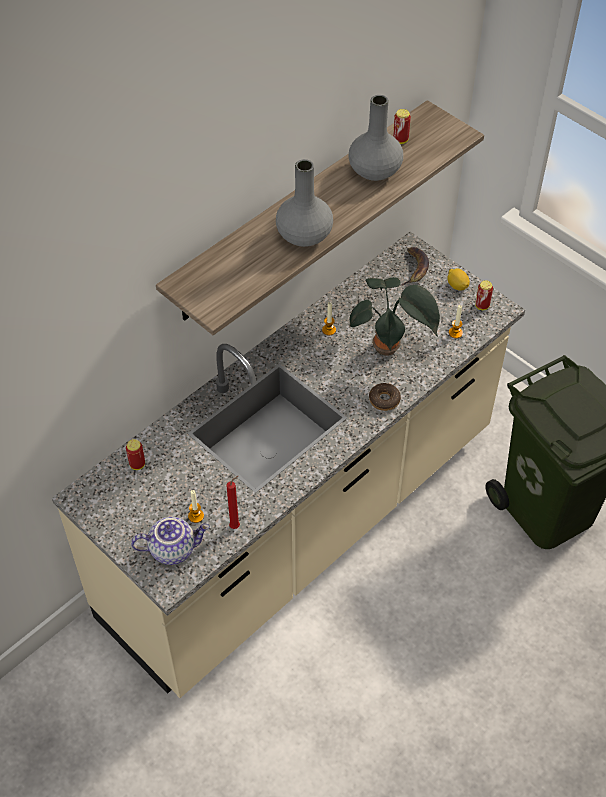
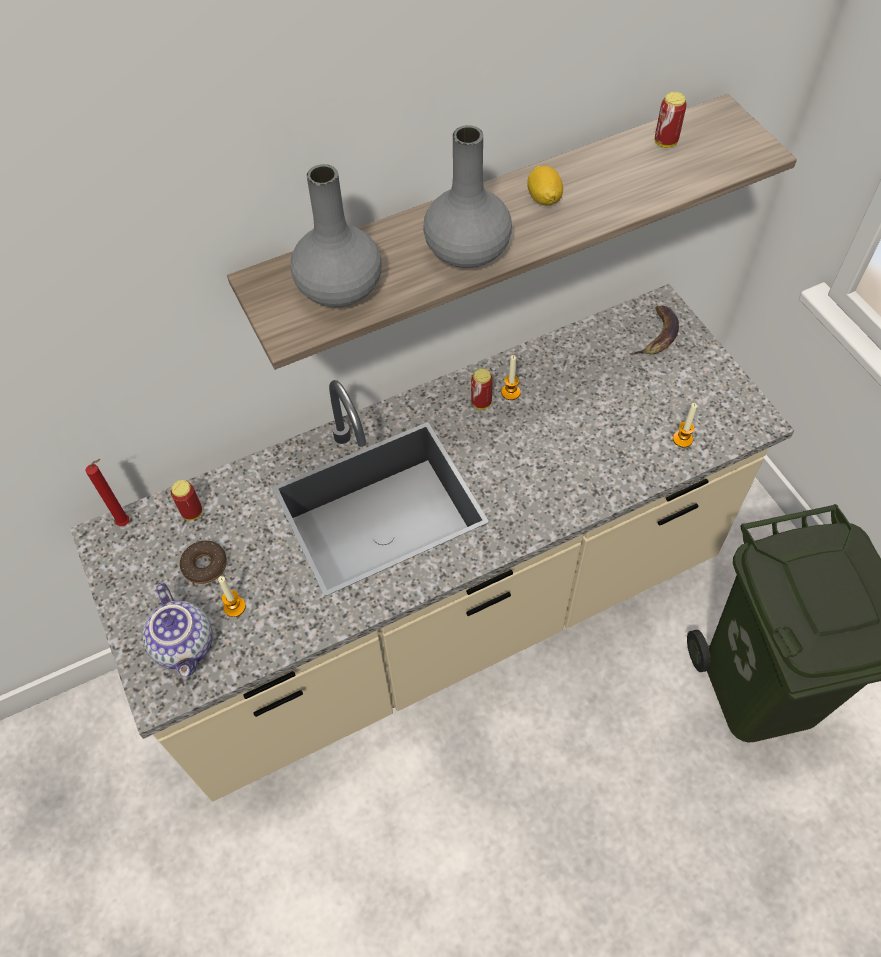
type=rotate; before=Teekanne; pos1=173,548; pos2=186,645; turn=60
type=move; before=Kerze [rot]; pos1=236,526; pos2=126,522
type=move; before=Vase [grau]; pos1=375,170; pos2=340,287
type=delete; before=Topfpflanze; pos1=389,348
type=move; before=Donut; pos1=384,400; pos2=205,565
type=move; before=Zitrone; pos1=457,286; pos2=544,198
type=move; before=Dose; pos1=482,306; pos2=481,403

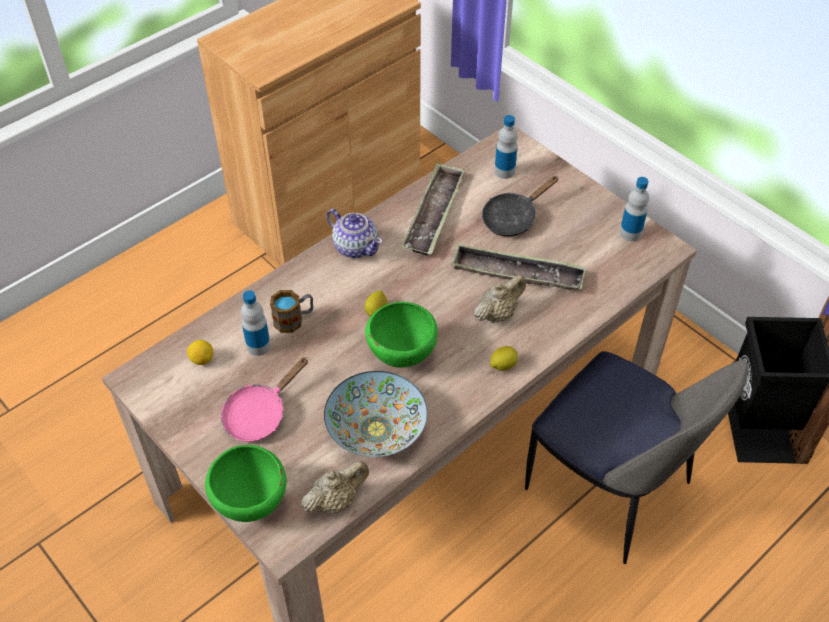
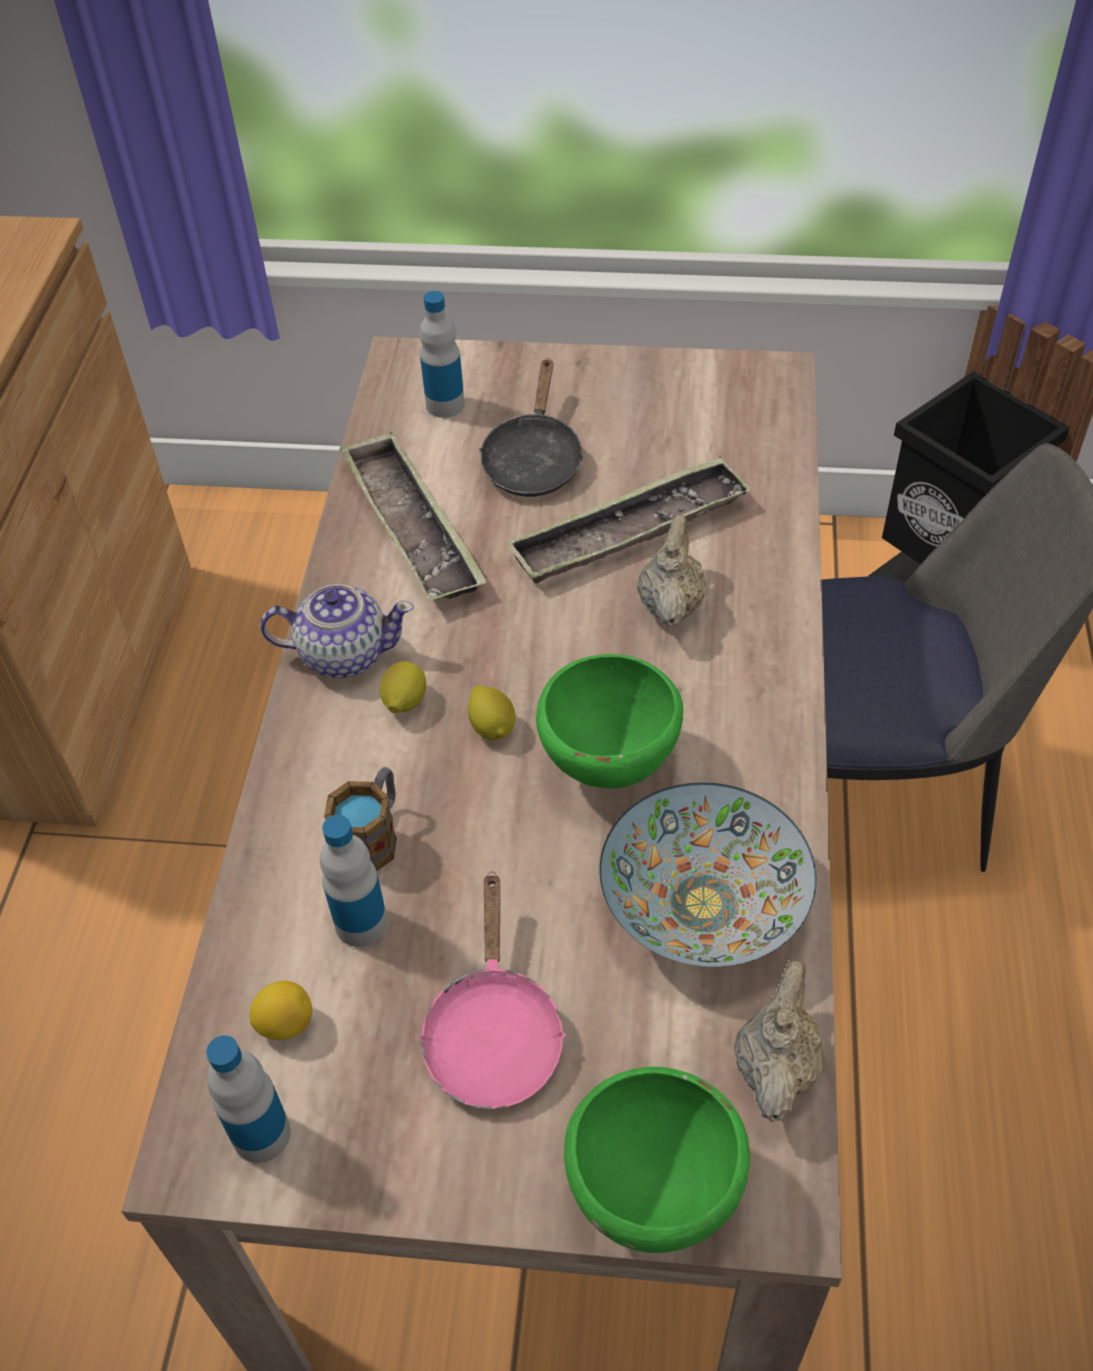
type=move; before=Zitrone; pos1=502,365; pos2=404,702
type=move; before=Flasche; pos1=630,233; pos2=261,1134

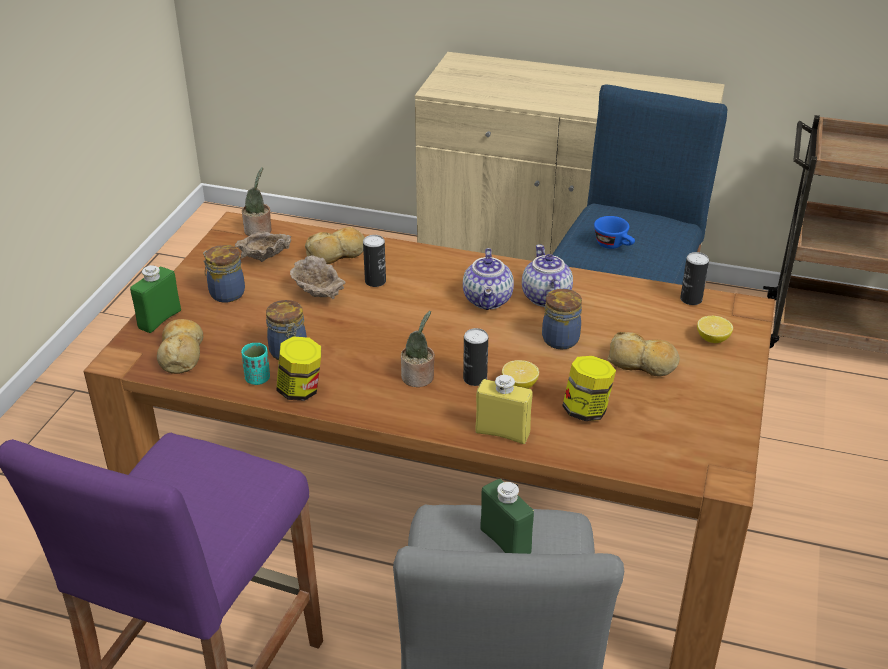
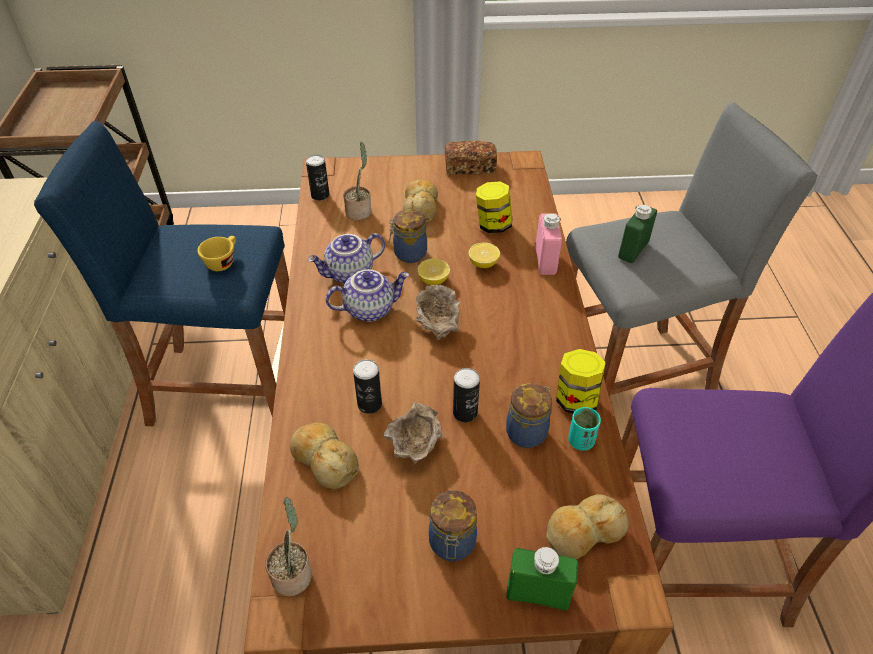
type=move; before=Schüssel [beige]; pos1=265,259; pos2=437,325
type=move; before=Topfpflanze; pos1=419,378; pos2=359,211
type=move; before=Dose; pos1=475,379; pos2=465,413
type=recolor; before=Flasche [gelb]; after=Flasche [rosa]; pos1=502,433; pos2=545,261
type=recolor; before=Tasse [blau]; after=Tasse [gelb]; pos1=614,245; pos2=223,261
type=move; before=Zitrone; pos1=712,339; pos2=433,280
type=insert; after=Brot; pos2=470,167

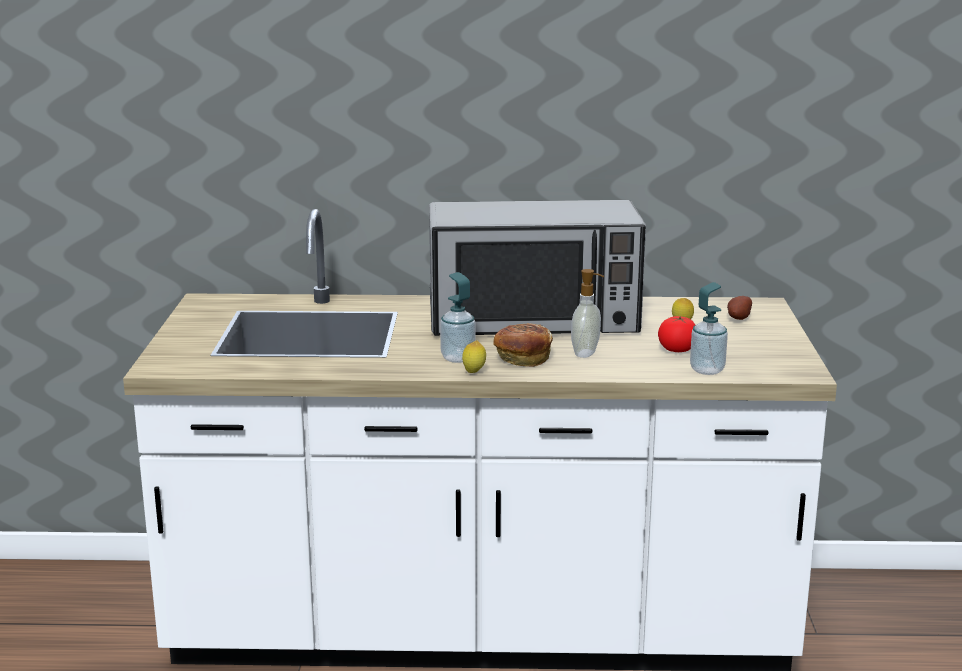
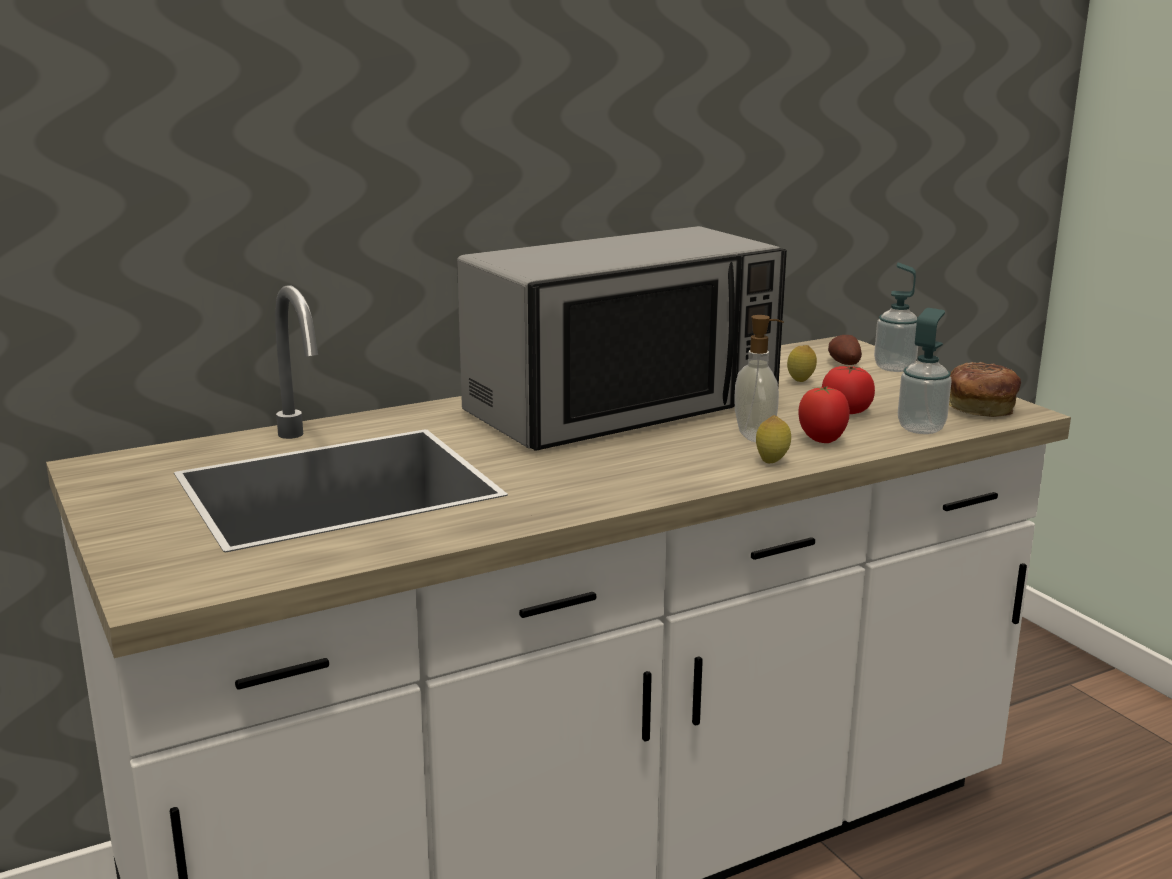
type=move; before=Seifenspender; pos1=458,358; pos2=894,367
type=move; before=Zitrone; pos1=474,372; pos2=772,462
type=move; before=Brot; pos1=522,358; pos2=979,408
type=insert; after=Tomate; pos2=822,441

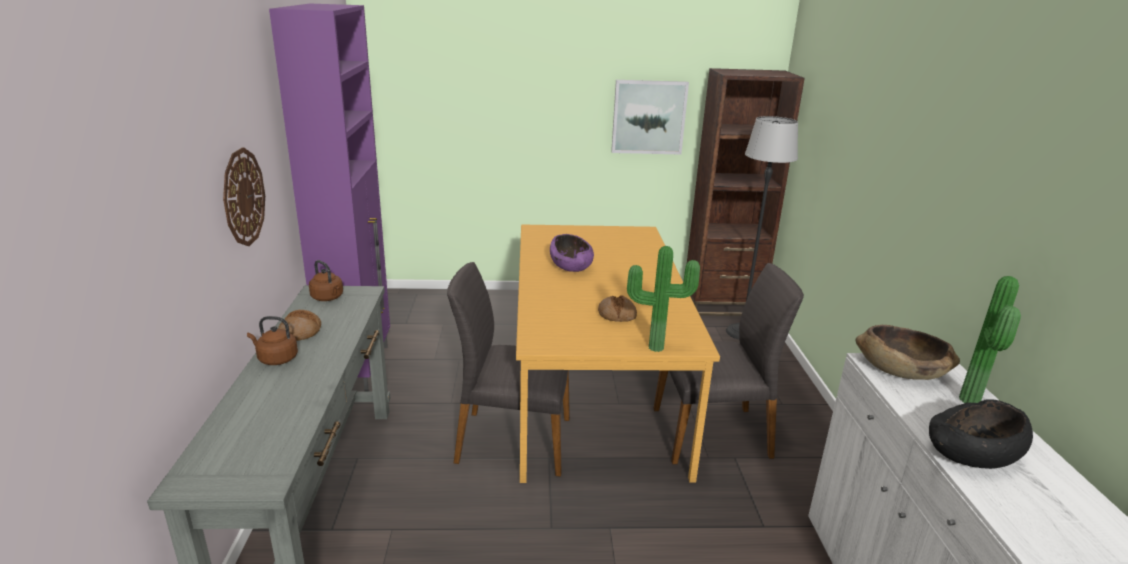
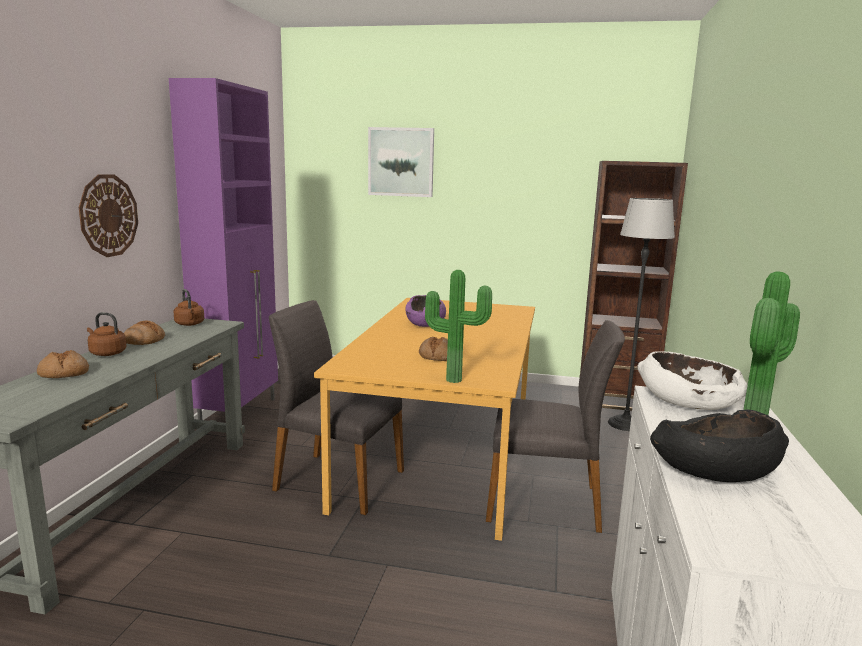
type=move; before=Bild; pos1=648,117; pos2=401,162
type=recolor; before=Schüssel [braun]; after=Schüssel [weiß]; pos1=901,369; pos2=688,402
type=insert; after=Brot; pos2=64,374

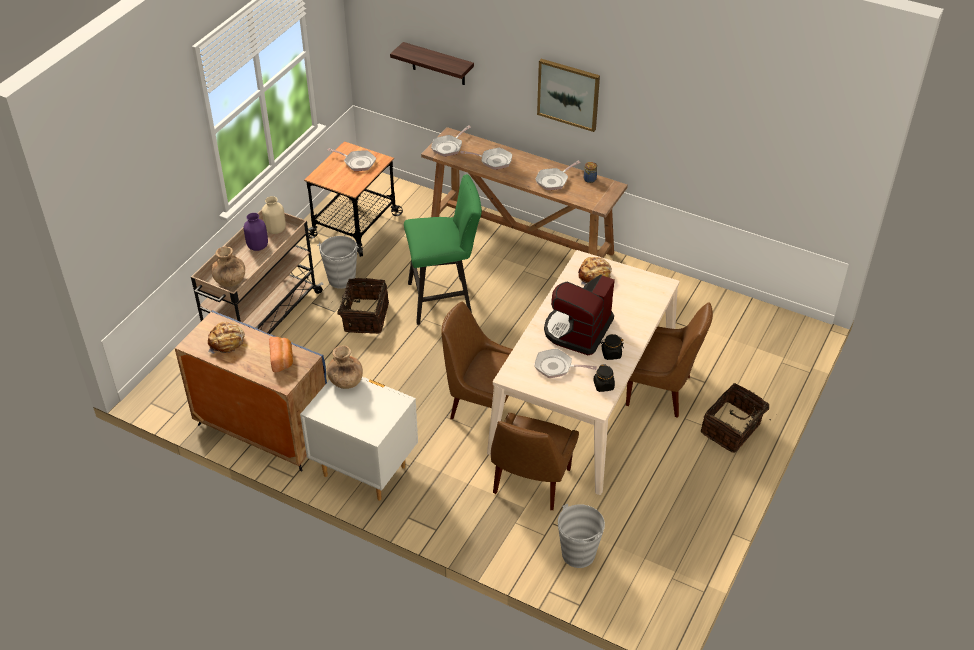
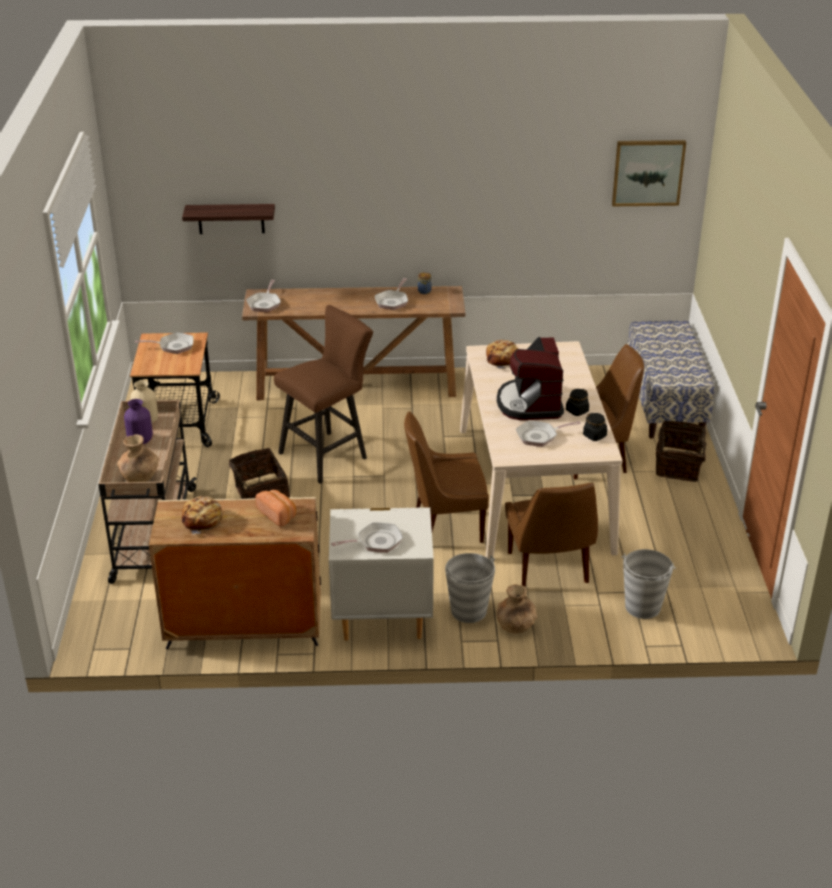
type=recolor; before=Schrank [blau]; after=Schrank [beige]; pos1=262,430; pos2=243,627
type=move; before=Eimer [grau]; pos1=341,279; pos2=468,611
type=move; before=Vase [braun]; pos1=345,381; pos2=515,626
type=recolor; before=Hocker [grün]; after=Hocker [braun]; pos1=445,299; pos2=328,454
type=move; before=Pfanne; pos1=493,161; pos2=376,542
type=move; before=Bild; pos1=568,94; pos2=648,172
type=insert; after=Bank; pos2=665,404

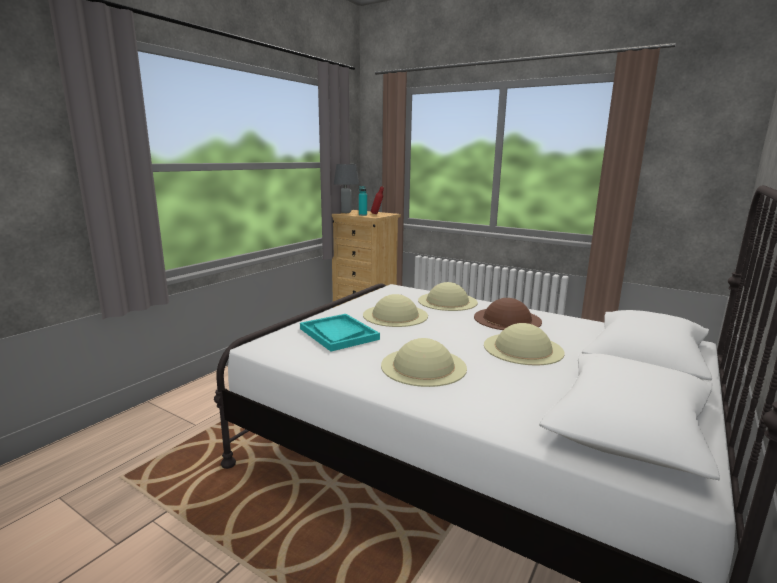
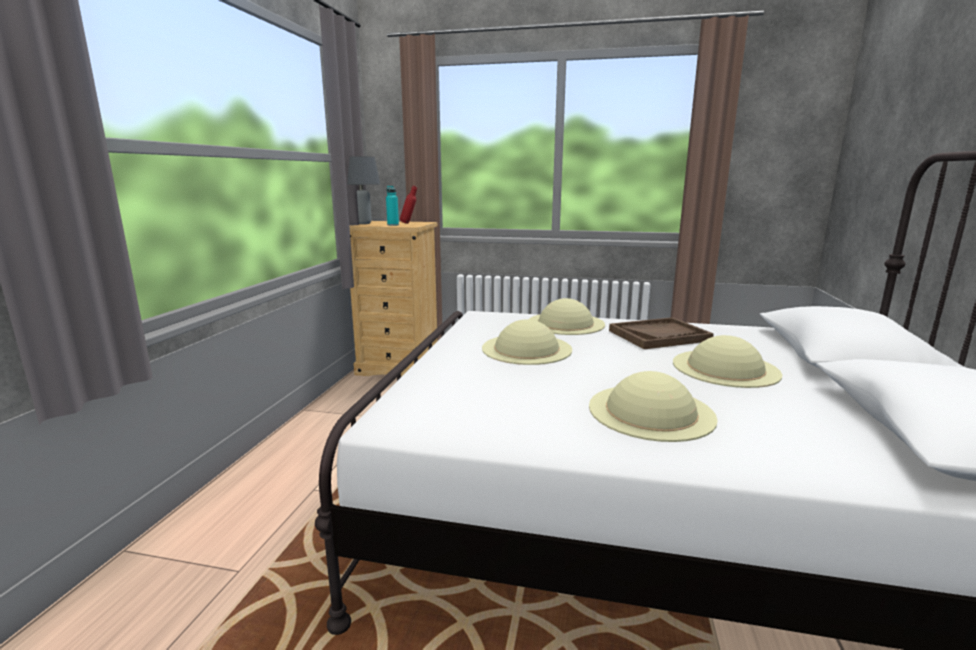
type=delete; before=Tablett [türkis]; pos1=338,334
type=replace; before=Hut [braun]; after=Tablett [braun]; pos1=507,319; pos2=659,335

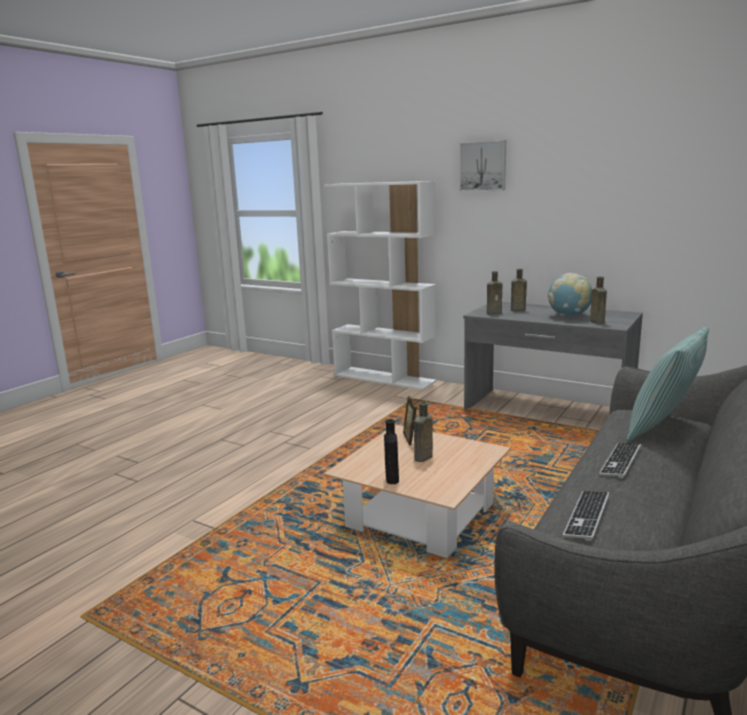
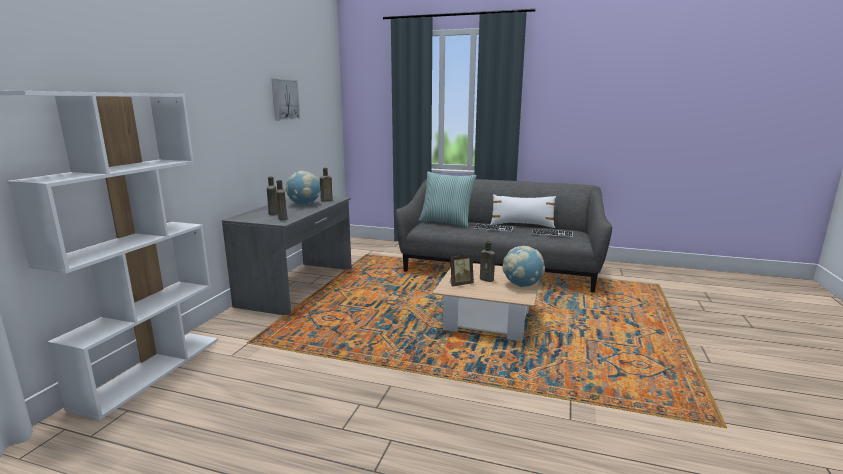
type=replace; before=Flasche [schwarz]; after=Globus; pos1=392,478; pos2=522,285
type=move; before=Bild; pos1=483,166; pos2=284,99
type=insert; after=Kissen [weiß]; pos2=522,225

